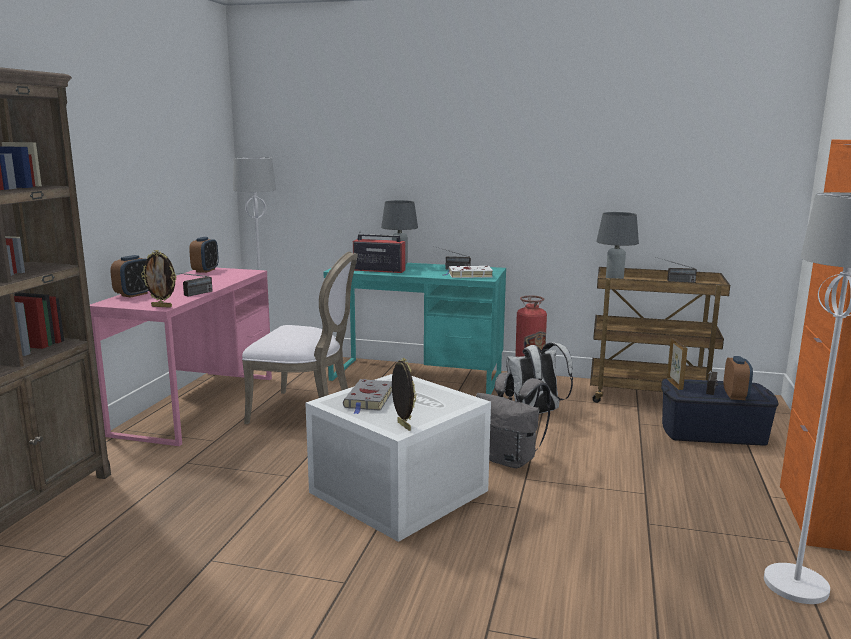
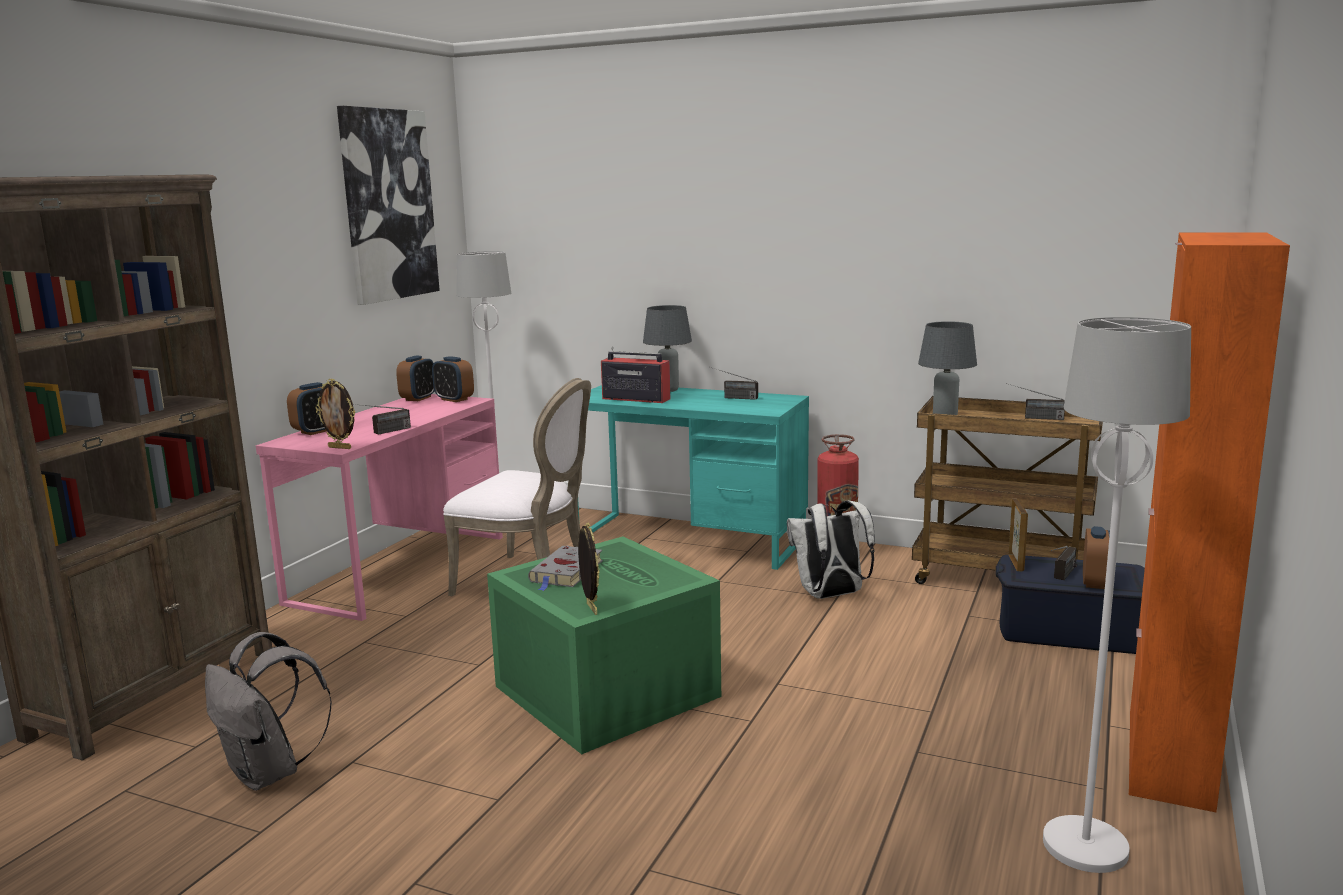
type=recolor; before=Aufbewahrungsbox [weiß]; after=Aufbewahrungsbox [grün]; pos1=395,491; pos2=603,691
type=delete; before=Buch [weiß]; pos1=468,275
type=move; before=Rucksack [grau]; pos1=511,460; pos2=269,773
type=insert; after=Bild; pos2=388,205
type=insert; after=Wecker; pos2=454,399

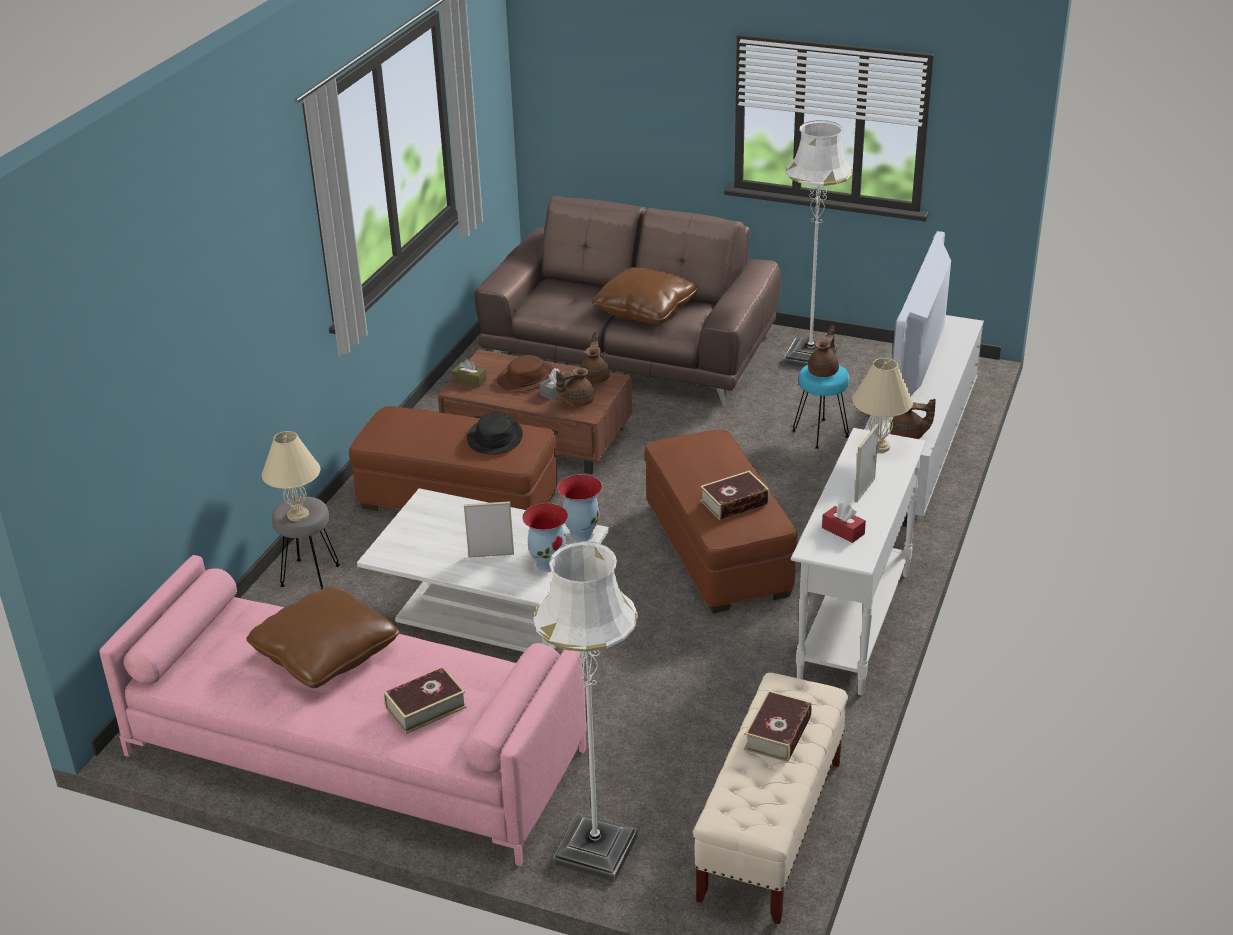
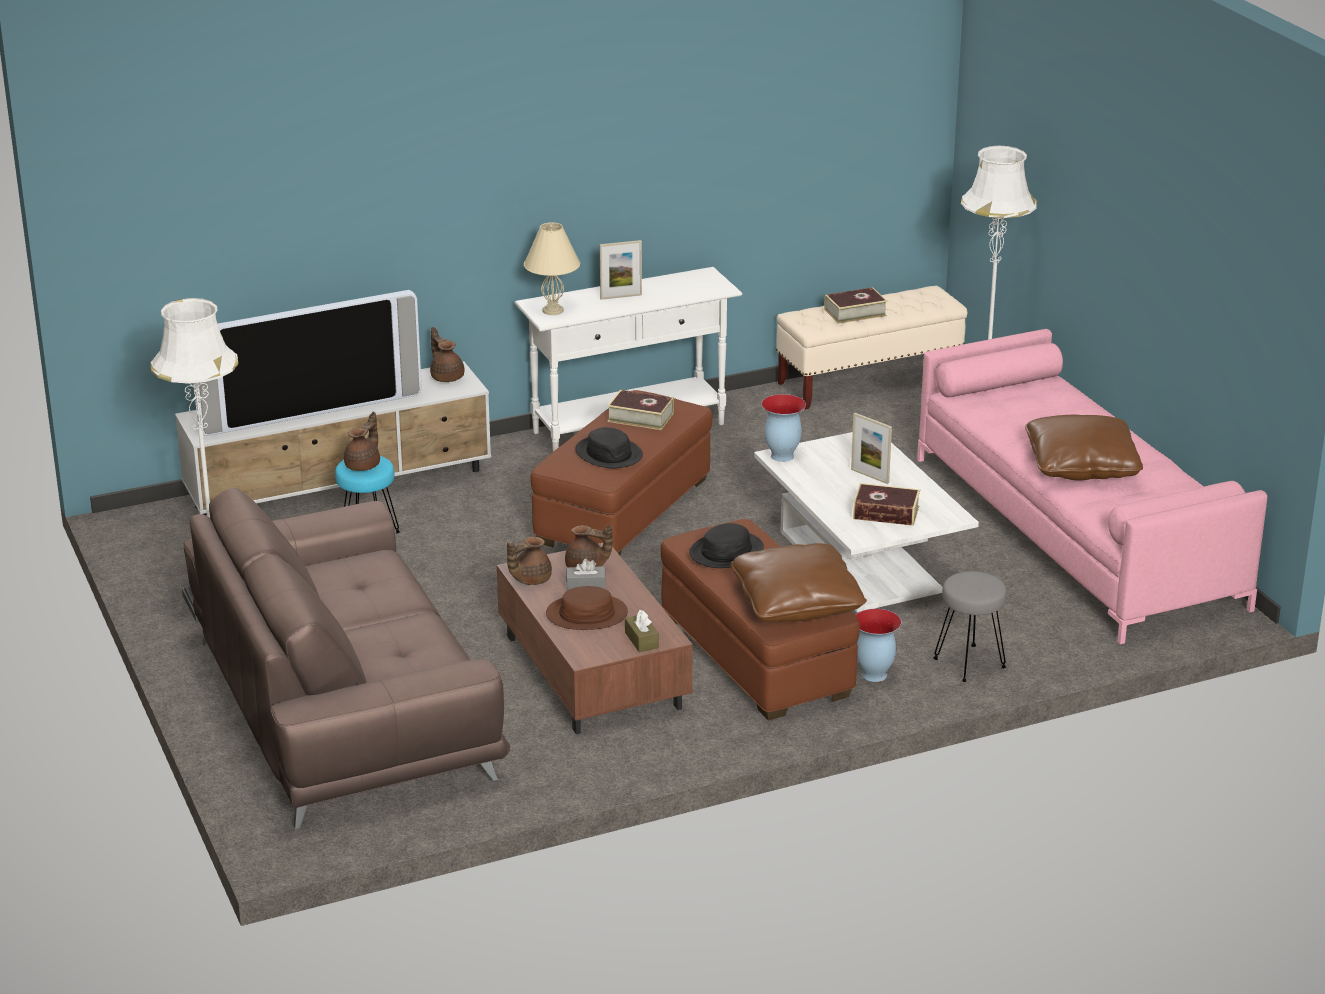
type=delete; before=Tischlampe [beige]; pos1=297,514
type=move; before=Buch; pos1=426,707; pos2=886,512
type=move; before=Vase; pos1=548,564; pos2=873,675
type=move; before=Kissen [braun]; pos1=645,310; pos2=797,603
type=rotate; before=Teekanne [braun]; pos1=824,371; pos2=364,465; turn=135
type=delete; before=Taschentuchbox [rot]; pos1=843,531
type=insert; after=Hut [schwarz]; pos2=609,453

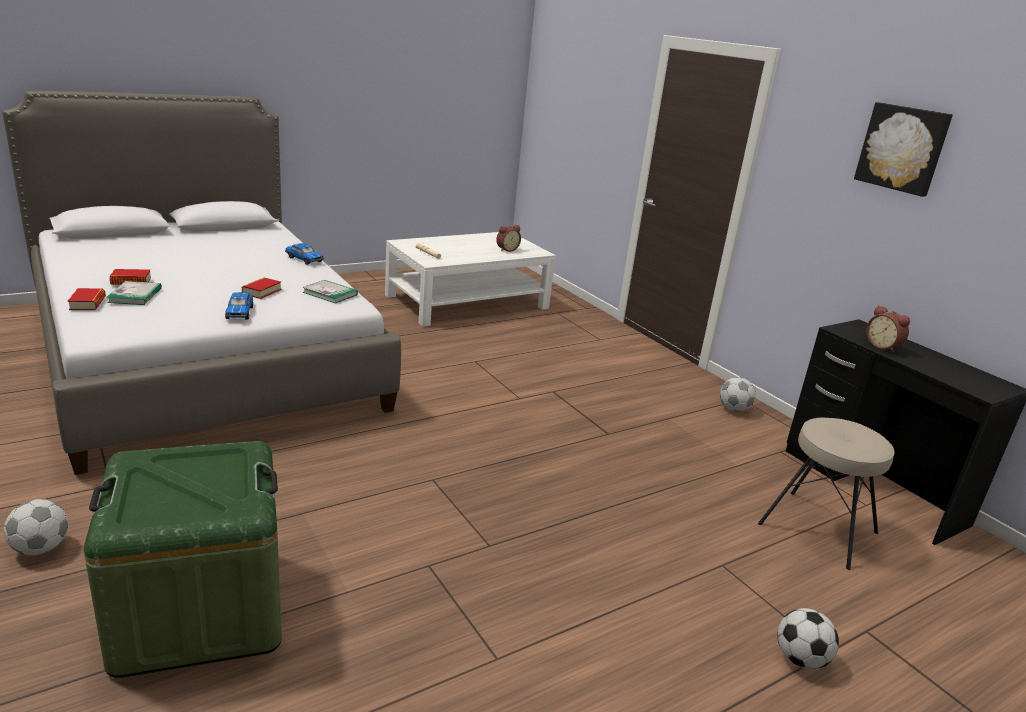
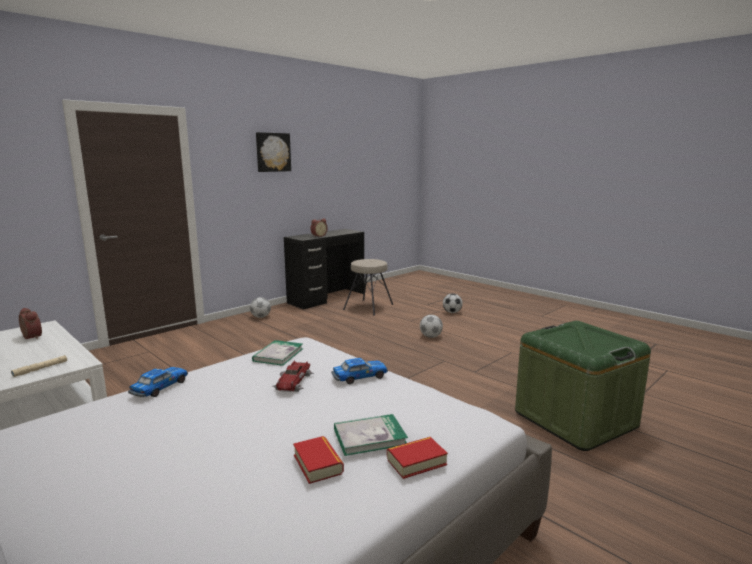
type=move; before=Fußball; pos1=40,548; pos2=430,337
type=replace; before=Buch; after=Spielzeugauto; pos1=261,291; pos2=294,382

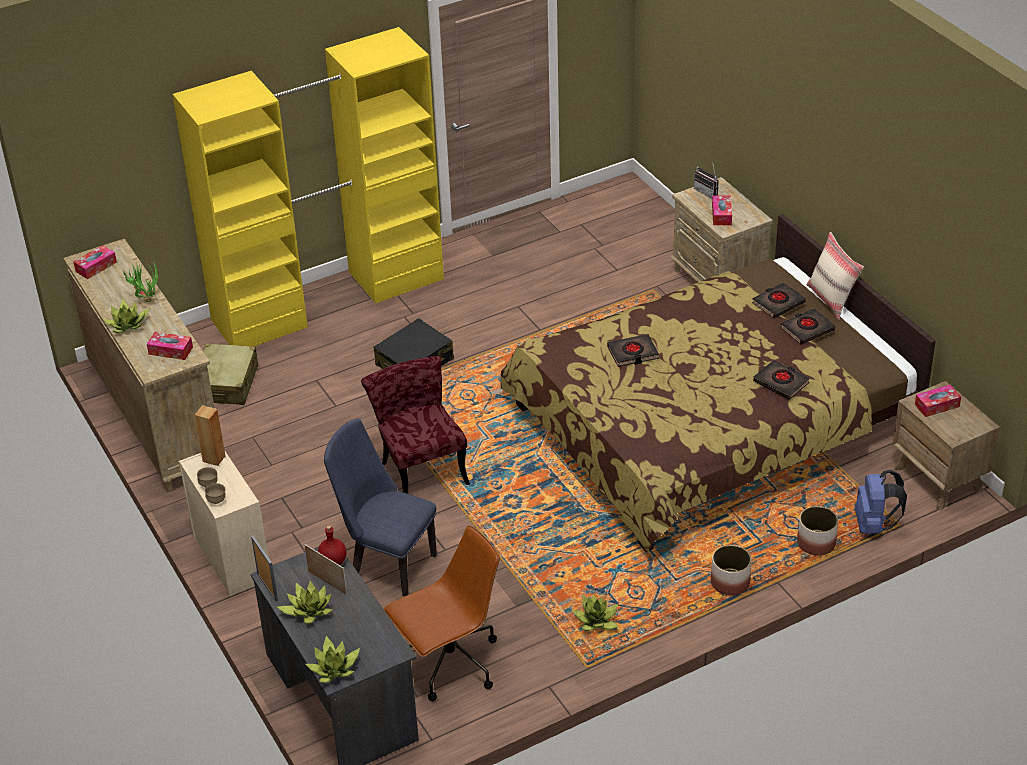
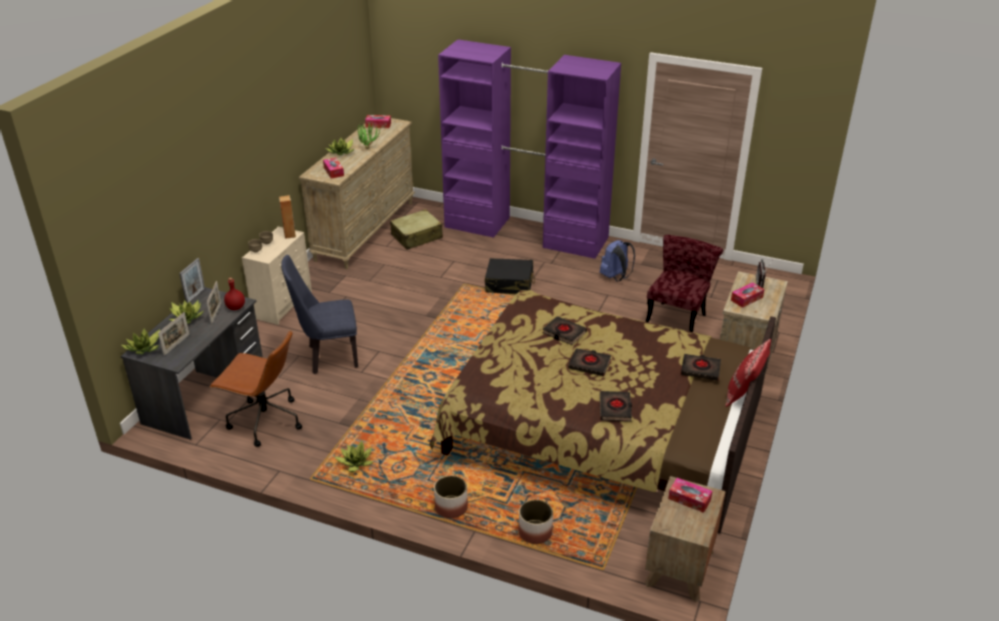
type=recolor; before=Kleiderschrank [gelb]; after=Kleiderschrank [lila]; pos1=329,298; pos2=526,232
type=rotate; before=Stuhl [blau]; pos1=387,564; pos2=327,357; turn=-90
type=move; before=Stuhl [rot]; pos1=420,468; pos2=678,317
type=move; before=Buch [schwarz]; pos1=807,329; pos2=589,364
type=recolor; before=Kissen [beige]; after=Kissen [rot]; pos1=831,300; pos2=743,393
type=move; before=Rucksack [blau]; pos1=874,525; pos2=616,277
type=insert; after=Bilderrahmen; pos2=176,345

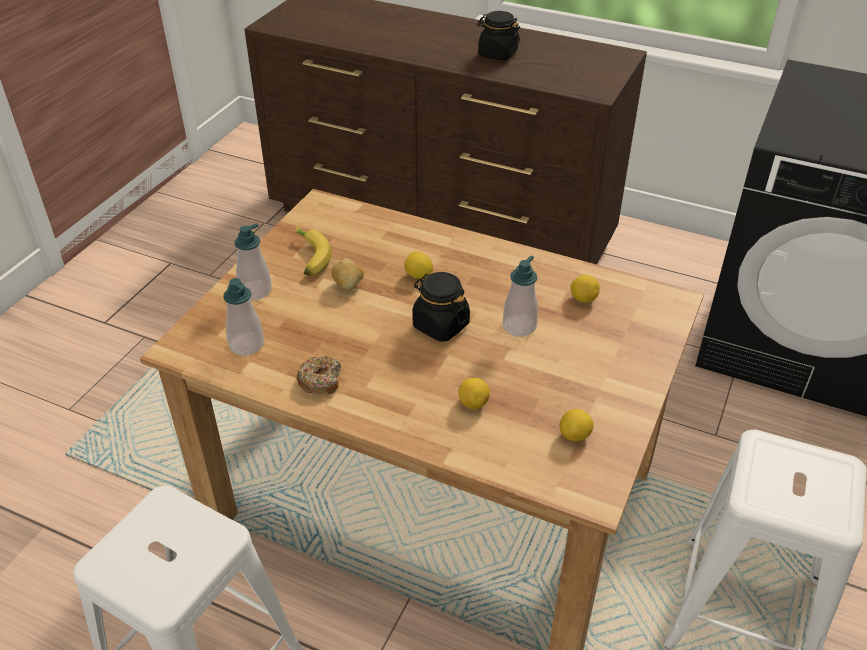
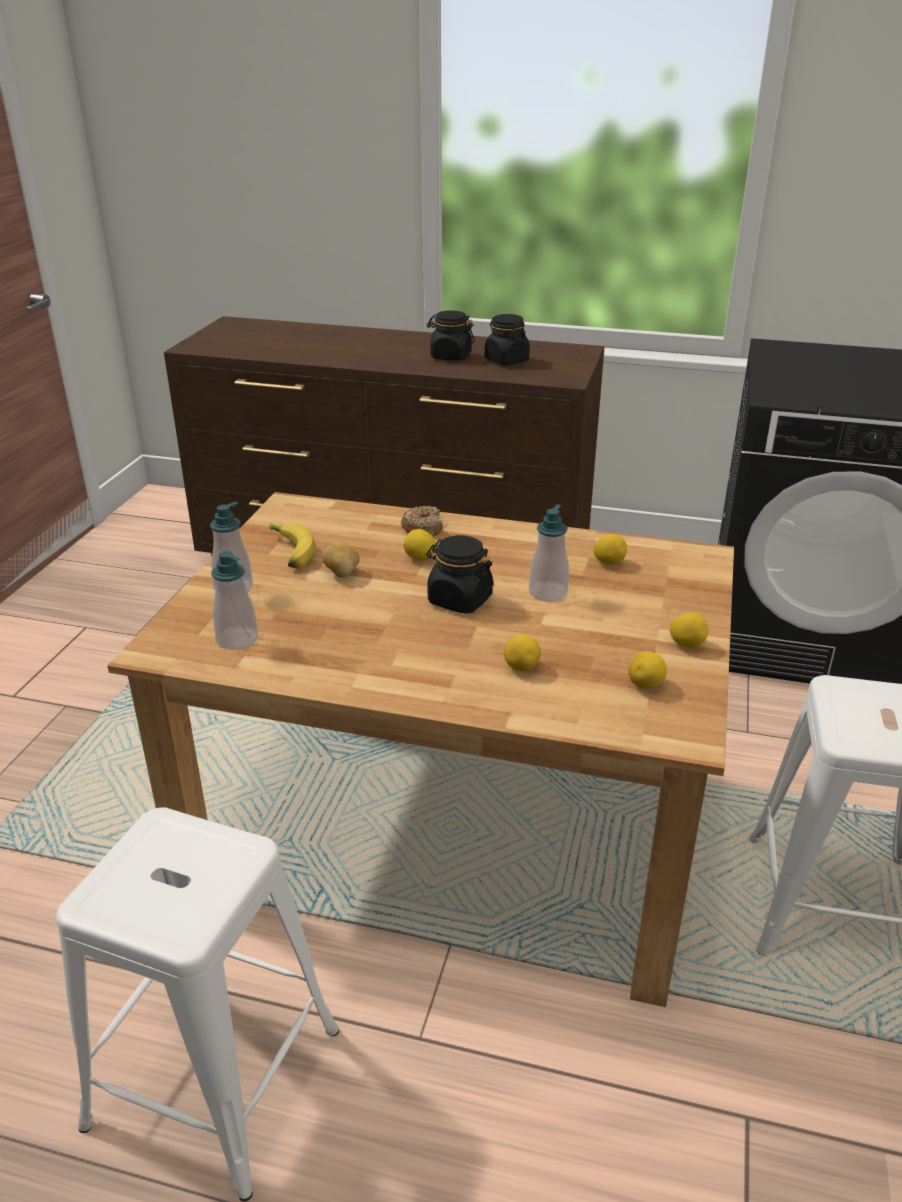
type=move; before=Donut; pos1=320,380; pos2=422,528
type=insert; after=Vorratsglas [schwarz]; pos2=506,360
type=insert; after=Zitrone; pos2=686,644

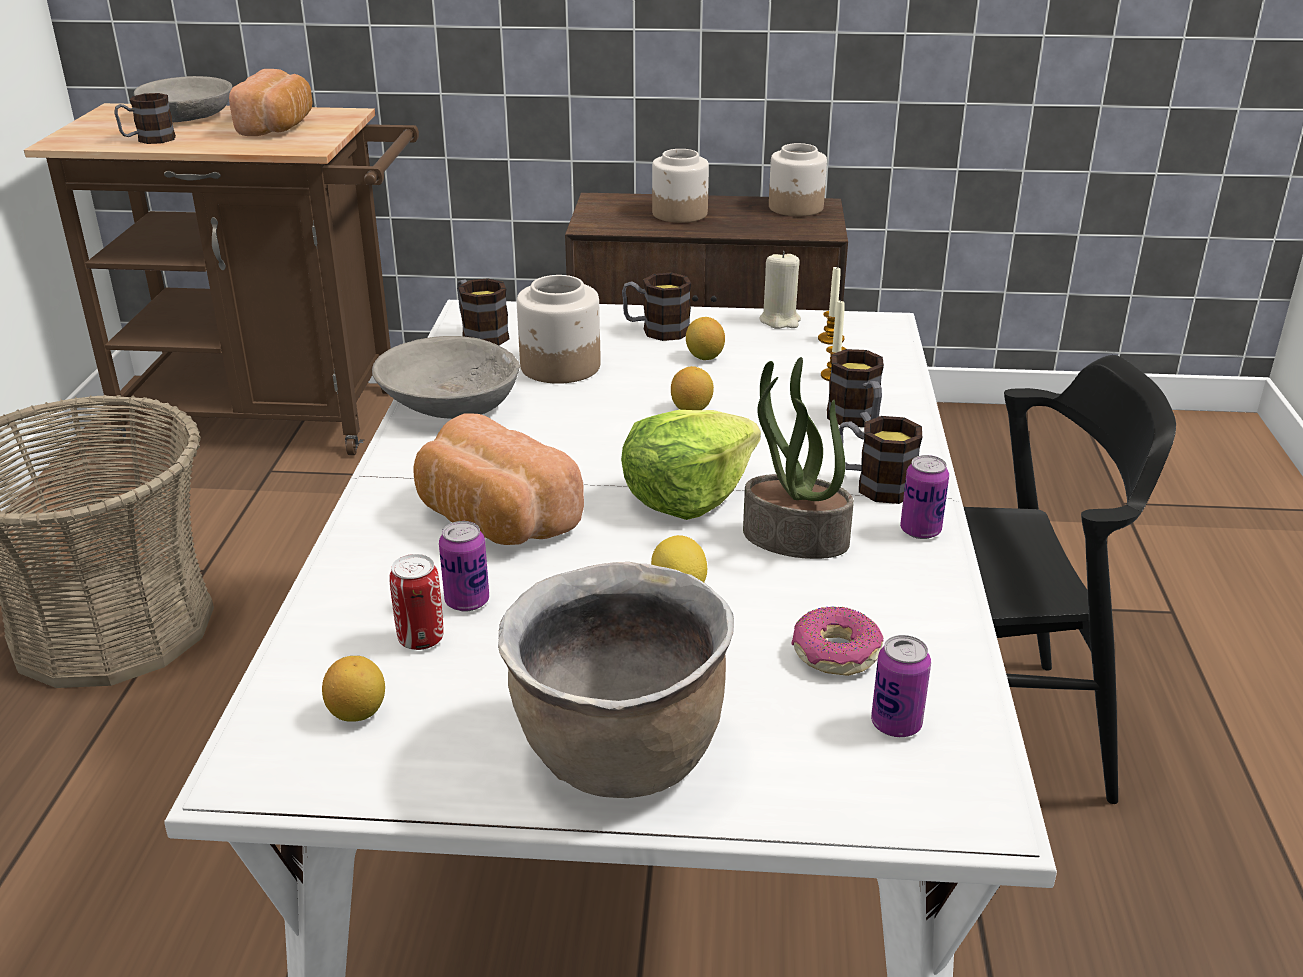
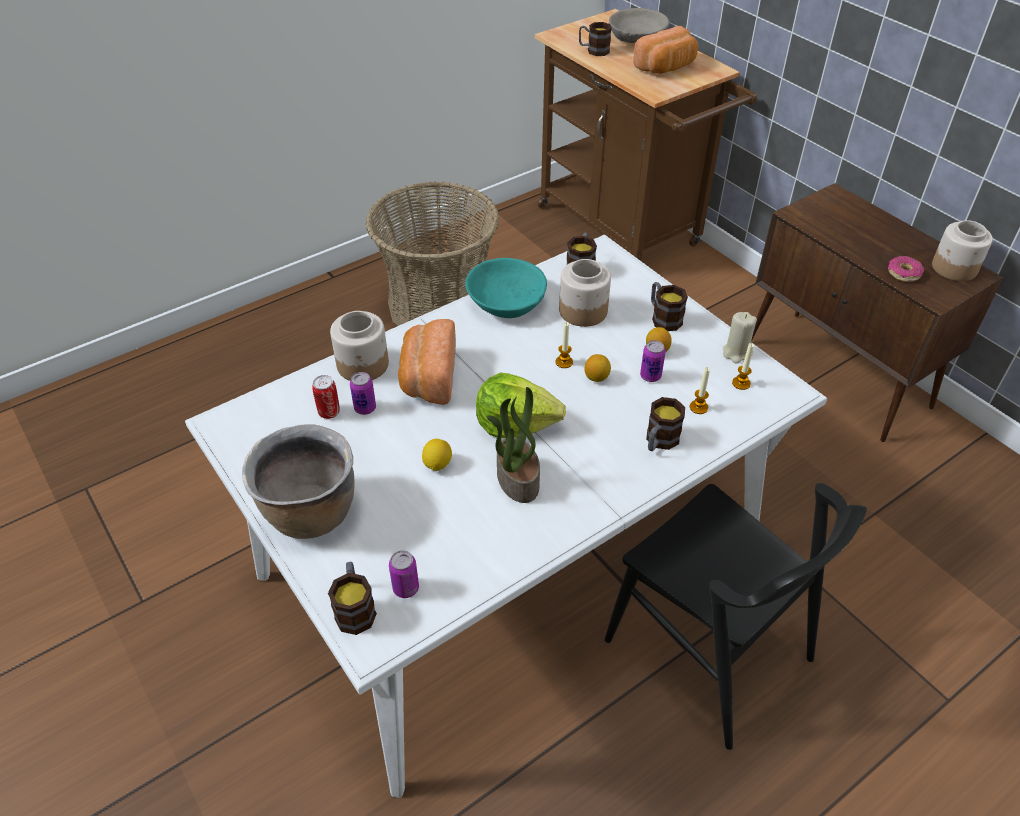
type=delete; before=Zitrone; pos1=357,713
type=recolor; before=Schüssel [grau]; after=Schüssel [türkis]; pos1=449,403; pos2=506,301
type=move; before=Vorratsglas; pos1=680,213; pos2=363,365
type=move; before=Donut; pos1=835,653; pos2=903,274
type=move; before=Henkelbecher; pos1=874,485; pos2=355,608
type=move; before=Dose; pos1=920,530; pos2=650,376
type=insert; after=Kerze; pos2=564,362

